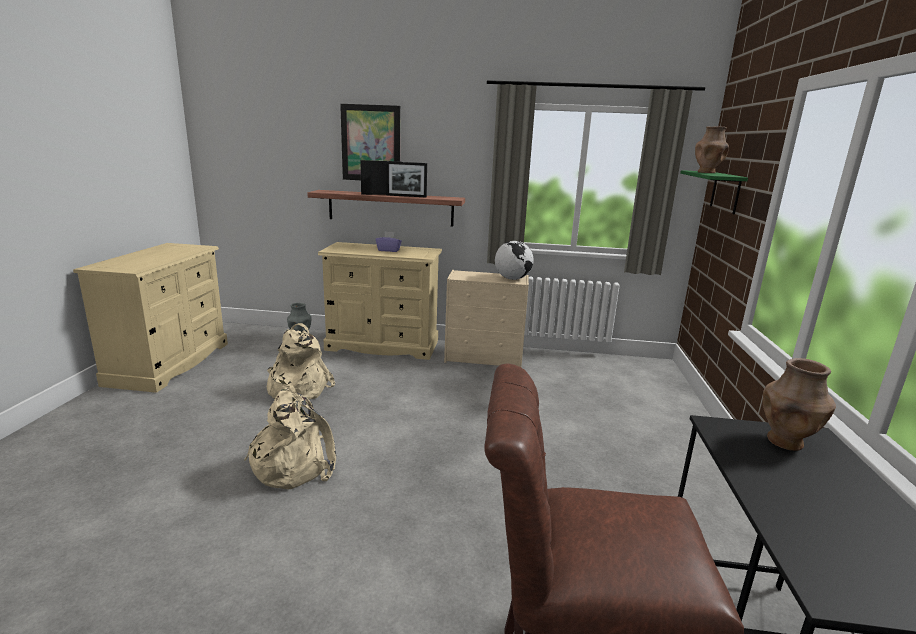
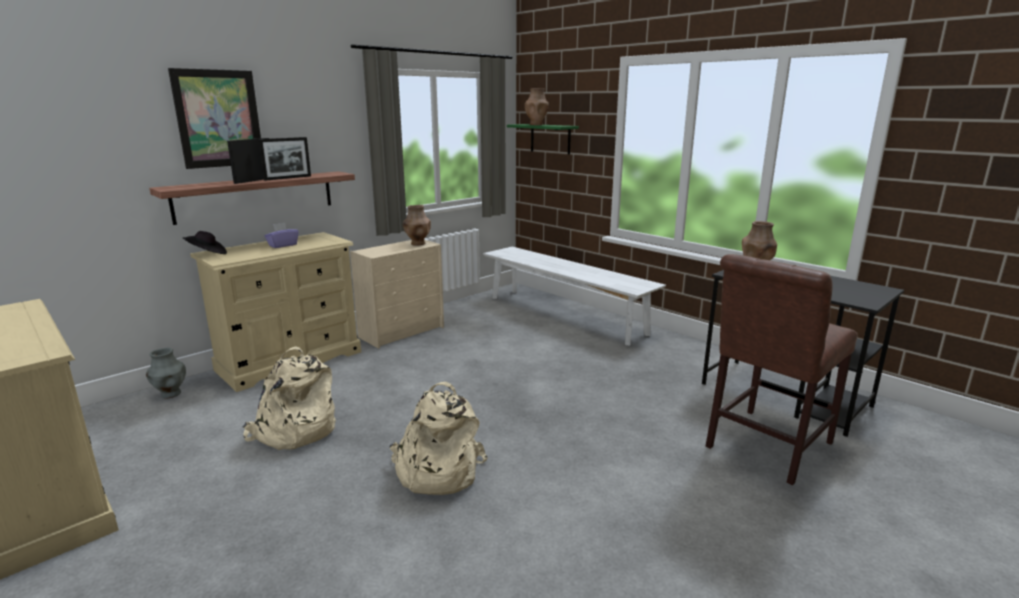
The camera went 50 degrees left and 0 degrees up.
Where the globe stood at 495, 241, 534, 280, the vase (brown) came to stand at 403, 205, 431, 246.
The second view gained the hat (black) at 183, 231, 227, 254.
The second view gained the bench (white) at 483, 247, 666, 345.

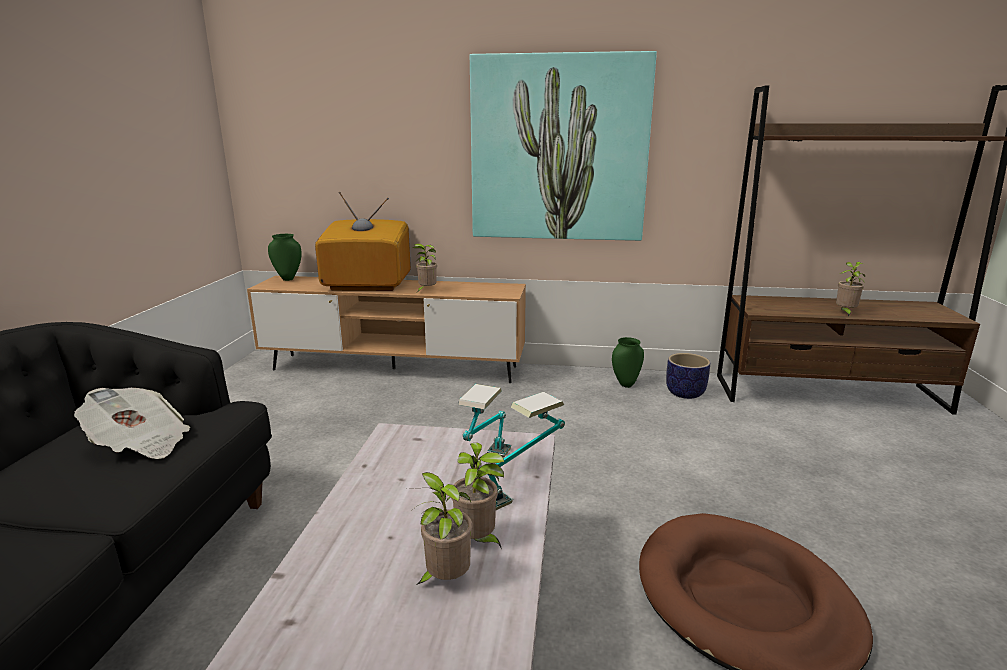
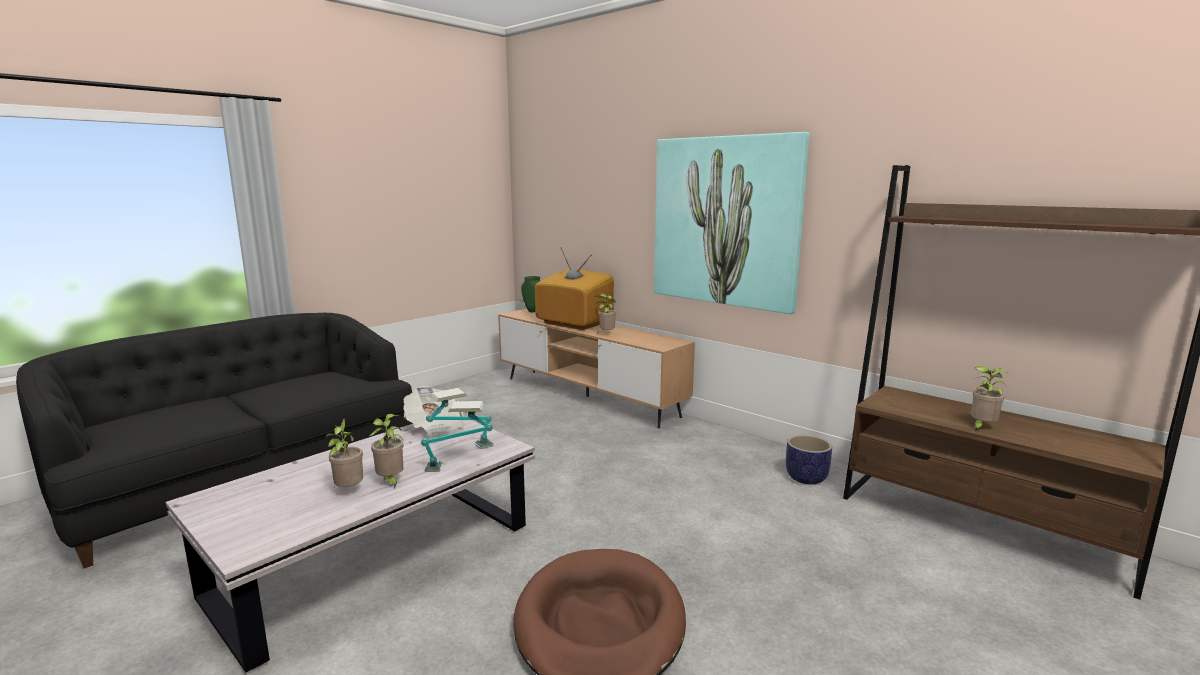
The camera went 35 degrees right and 5 degrees down.
The newspaper ended up elsewhere, having gone from 74, 388, 190, 459 to 403, 386, 465, 438.
The second view lost the vase (green) at 612, 337, 644, 388.

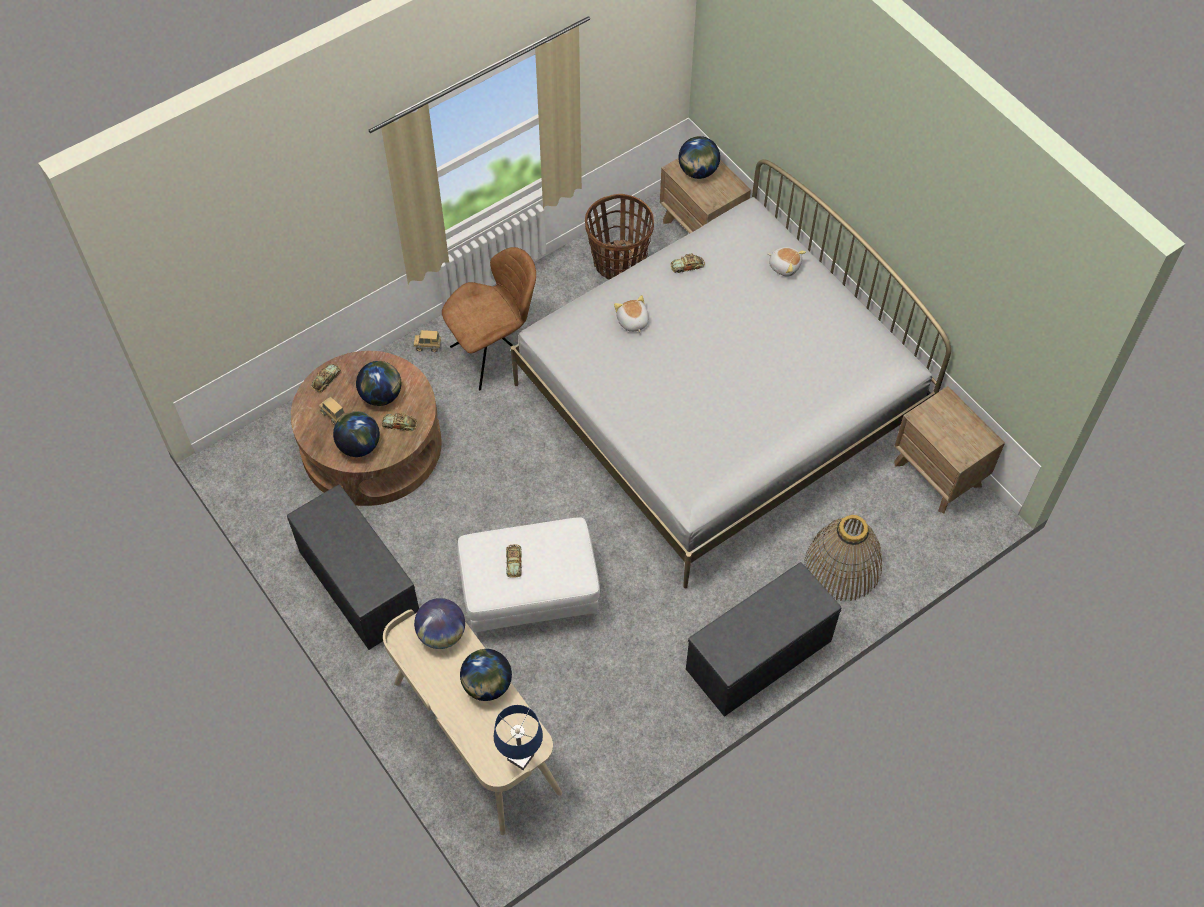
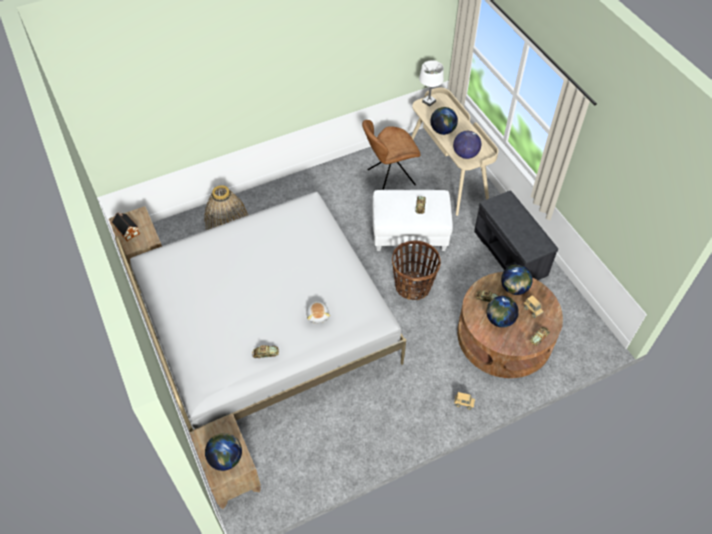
The camera went 170 degrees left and 5 degrees down.
The chair (brown) ended up elsewhere, having gone from 442, 247, 536, 390 to 362, 120, 421, 190.
What was the table lamp (blue) at 494, 705, 543, 770 turned into the table lamp (white) at 419, 60, 444, 107.
The basket ended up elsewhere, having gone from 585, 194, 654, 280 to 392, 240, 441, 300.
The second view lost the bench (grey) at 686, 562, 841, 717.
The second view lost the plush toy at 768, 247, 806, 277.
The second view gained the toy house at 112, 212, 140, 241.

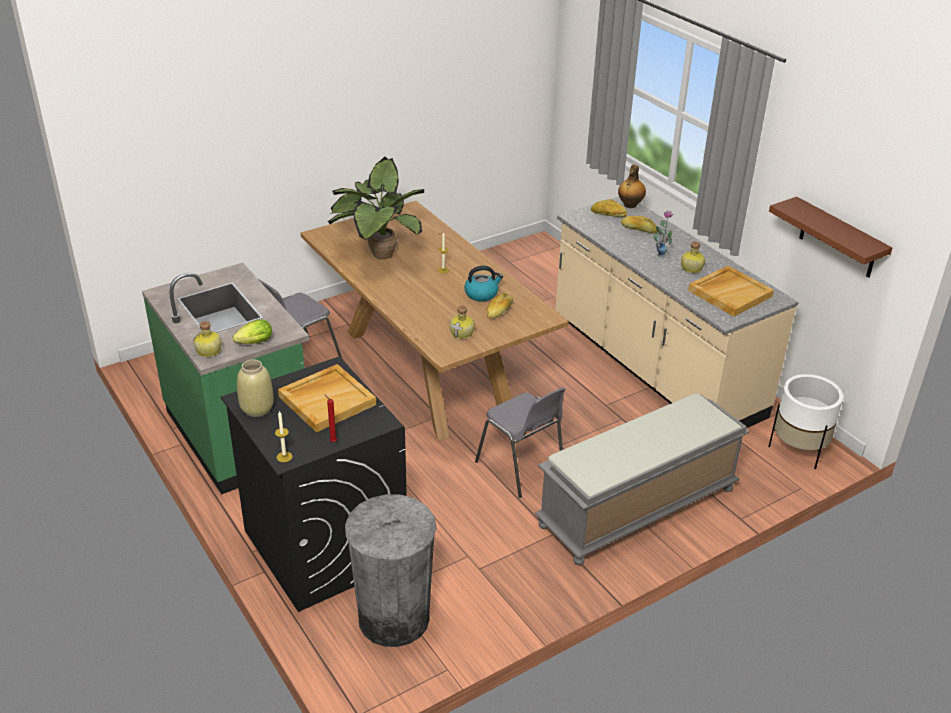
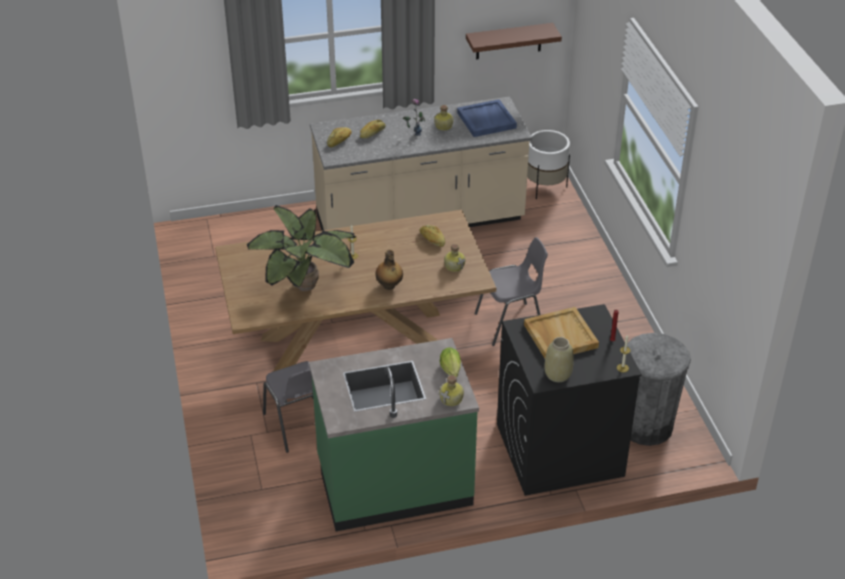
The camera went 70 degrees left and 5 degrees up.
The second view lost the kettle at 464, 266, 503, 301.
The second view lost the bench (grey) at 535, 393, 750, 565.
The bottle ended up elsewhere, having gone from 618, 164, 646, 208 to 376, 250, 403, 290.
What was the tray (beige) at 688, 266, 774, 317 turned into the tray (blue) at 457, 99, 517, 137.

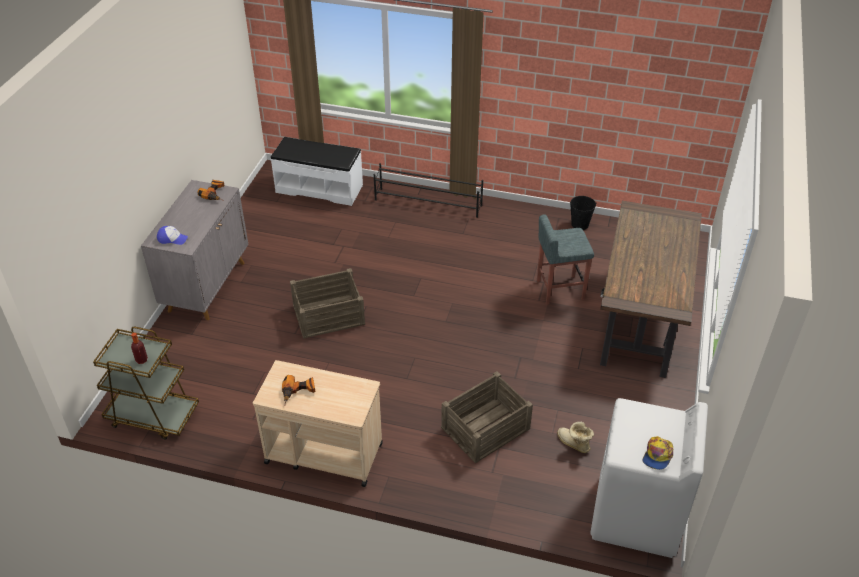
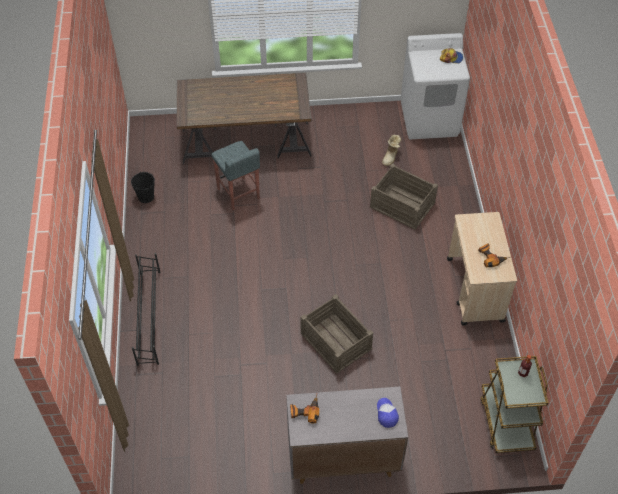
The camera went 110 degrees left and 10 degrees up.
The second view lost the bench (white) at 270, 137, 363, 206.

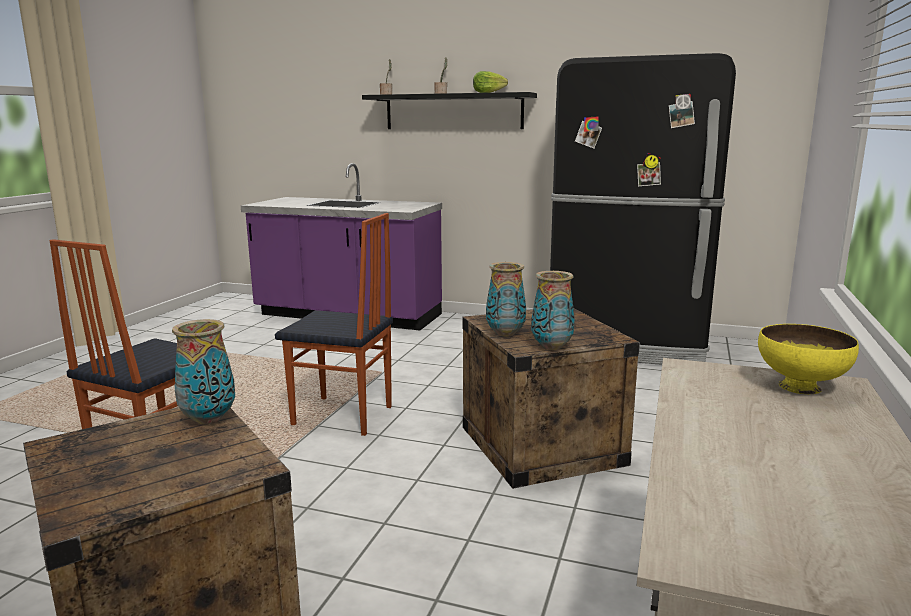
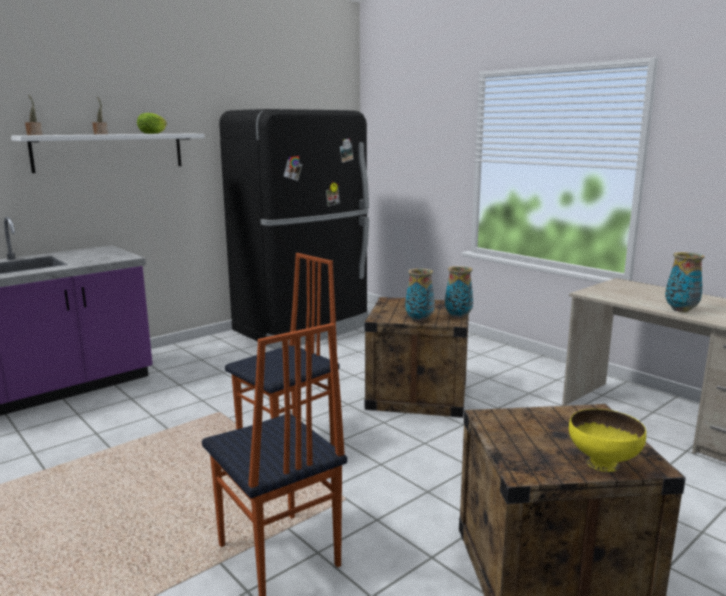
The camera went 60 degrees left and 0 degrees up.
The vase ended up elsewhere, having gone from 172, 319, 235, 424 to 665, 252, 705, 312.
What was the shelf (black) at 362, 92, 537, 129 turned into the shelf (white) at 11, 134, 205, 173.
The bowl (yellow) ended up elsewhere, having gone from 758, 324, 859, 394 to 569, 409, 646, 472.

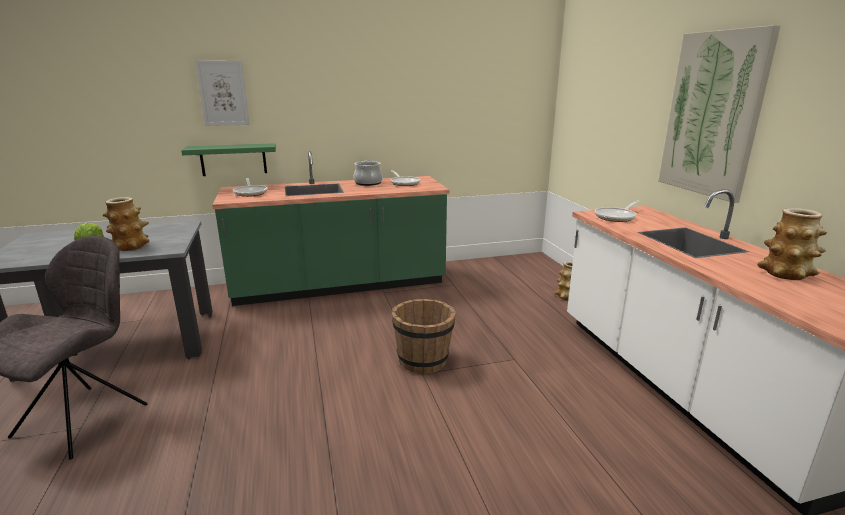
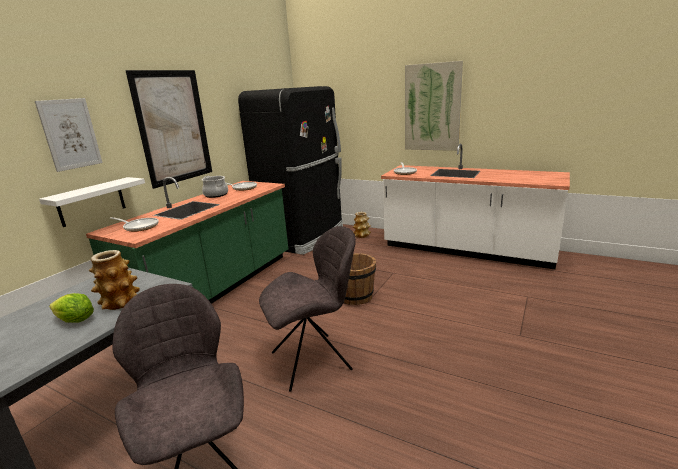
The camera went 45 degrees left and 0 degrees up.
What was the shelf (green) at 181, 143, 276, 176 turned into the shelf (white) at 39, 177, 145, 227.
The second view lost the vase at 757, 208, 827, 280.
The second view gained the picture at 125, 70, 212, 189.
The second view gained the fridge (black) at 238, 86, 343, 255.
The second view gained the chair (grey) at 259, 226, 356, 392.

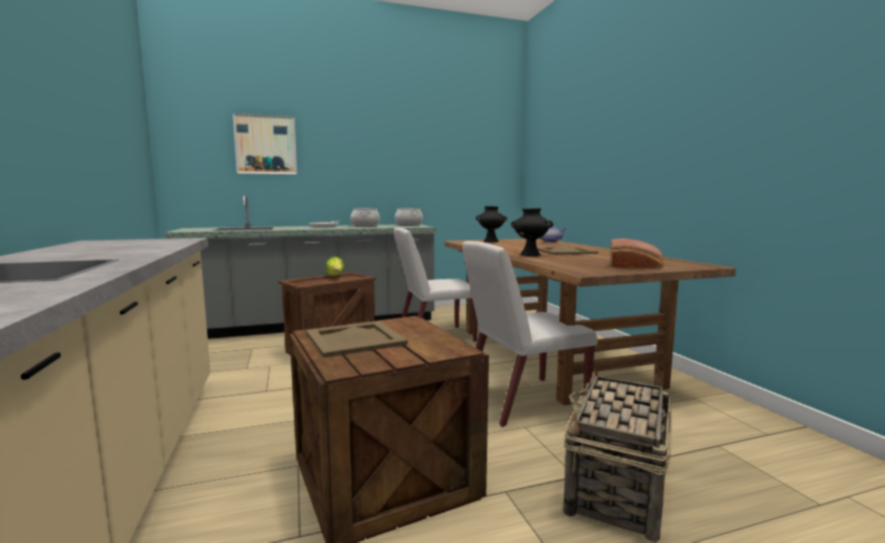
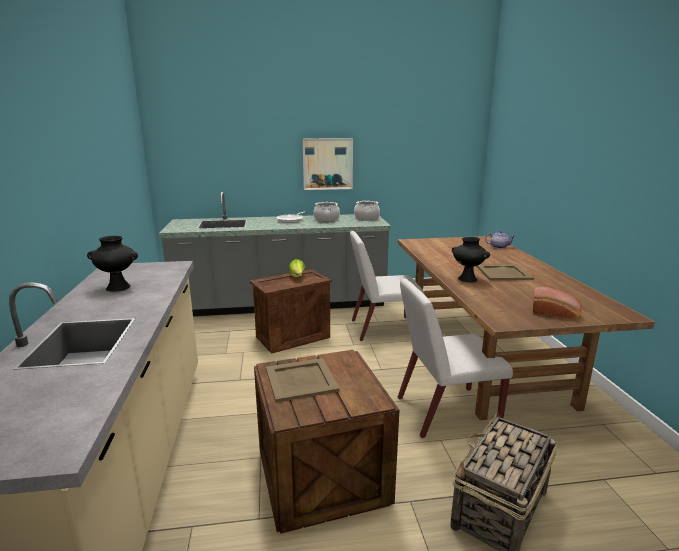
The camera went 10 degrees right and 10 degrees up.
The picture ended up elsewhere, having gone from 233, 113, 297, 175 to 302, 138, 353, 190.
The vase (black) ended up elsewhere, having gone from 476, 206, 507, 242 to 87, 236, 138, 292.

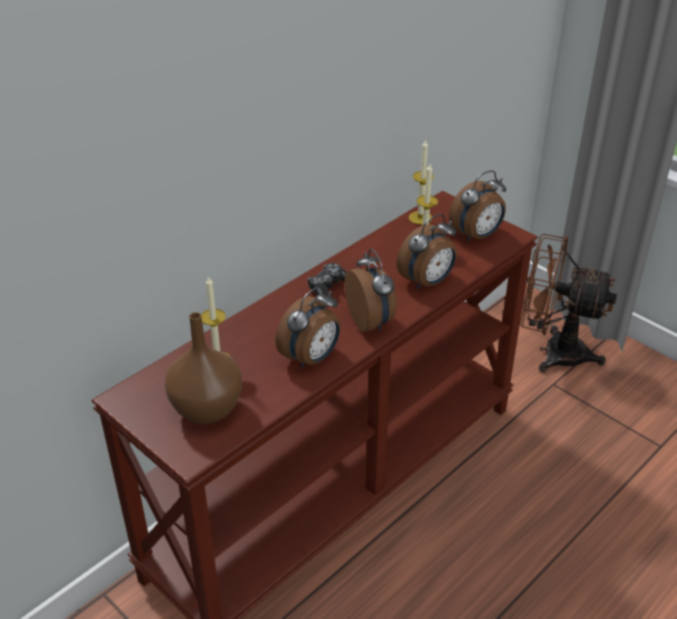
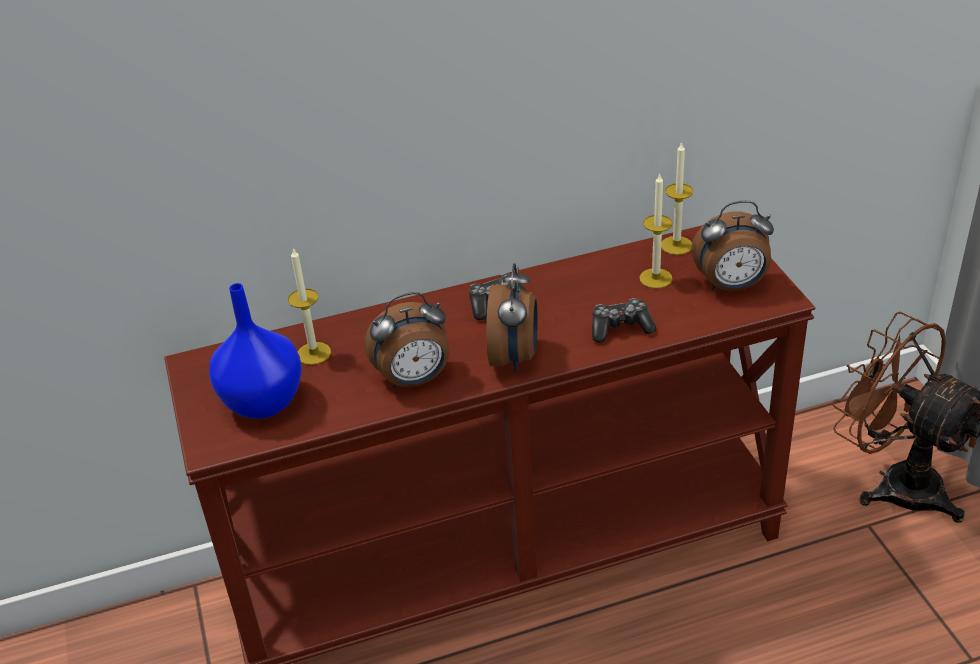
The camera went 30 degrees right and 0 degrees up.
What was the vase (brown) at 165, 312, 242, 424 turned into the vase (blue) at 209, 283, 302, 419.
Where the alarm clock stood at 396, 214, 457, 290, the game controller came to stand at 592, 299, 656, 343.

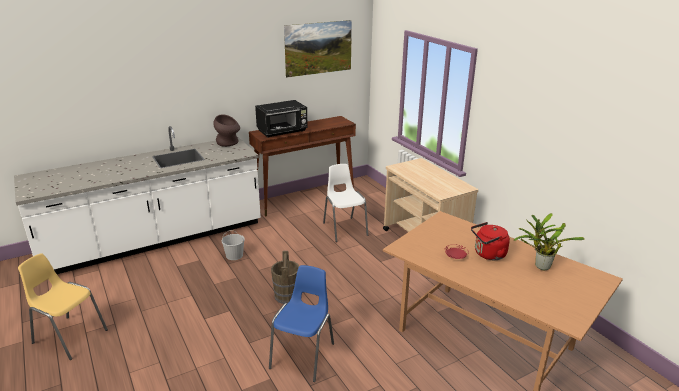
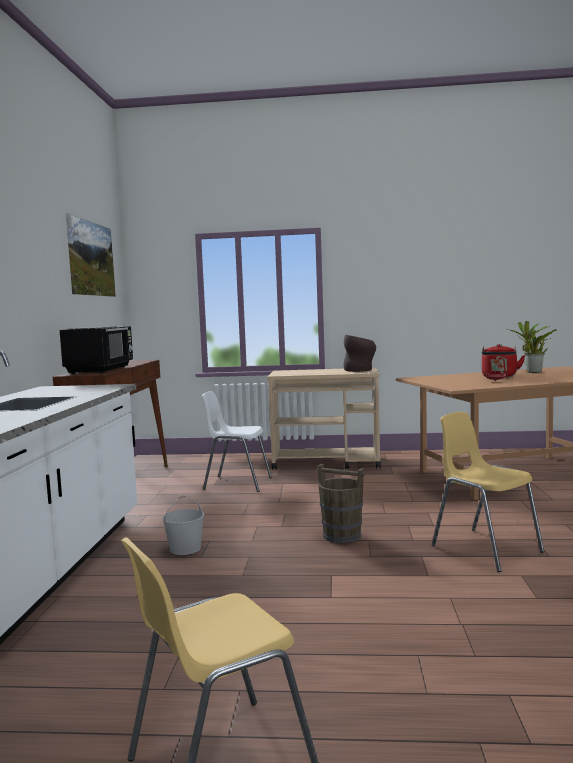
The camera went 55 degrees left and 20 degrees down.
The vase (brown) ended up elsewhere, having gone from 213, 114, 240, 147 to 344, 335, 376, 372.
What was the chair (blue) at 269, 265, 334, 382 turned into the chair (yellow) at 432, 412, 544, 572.

